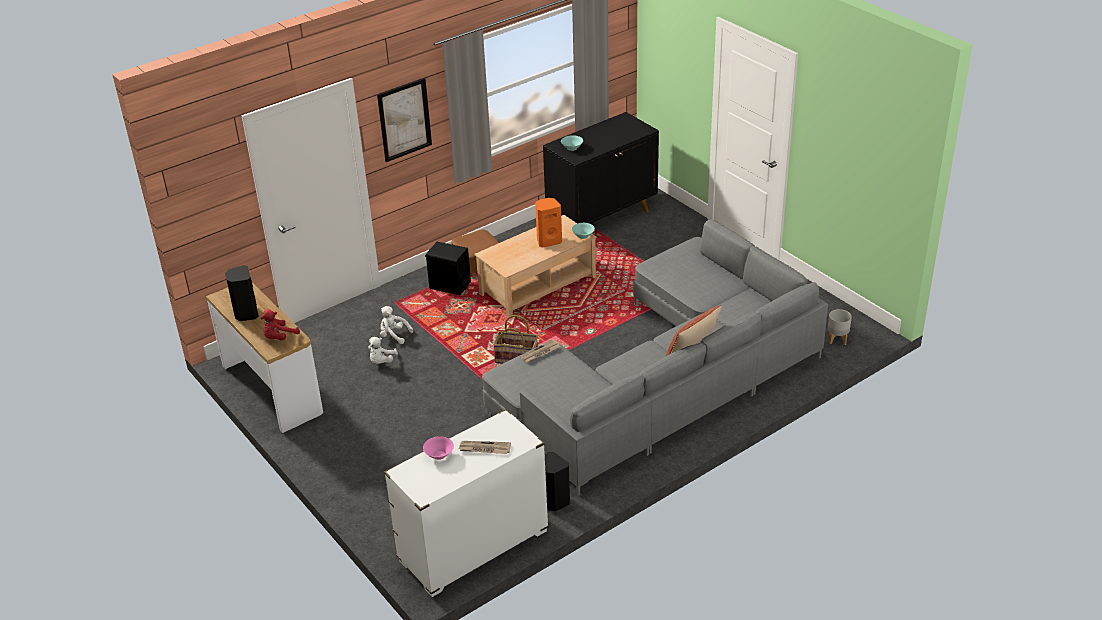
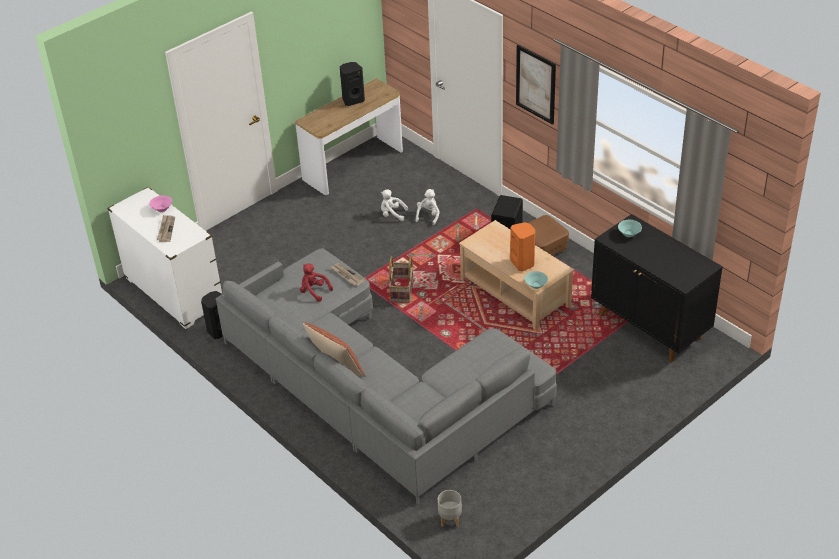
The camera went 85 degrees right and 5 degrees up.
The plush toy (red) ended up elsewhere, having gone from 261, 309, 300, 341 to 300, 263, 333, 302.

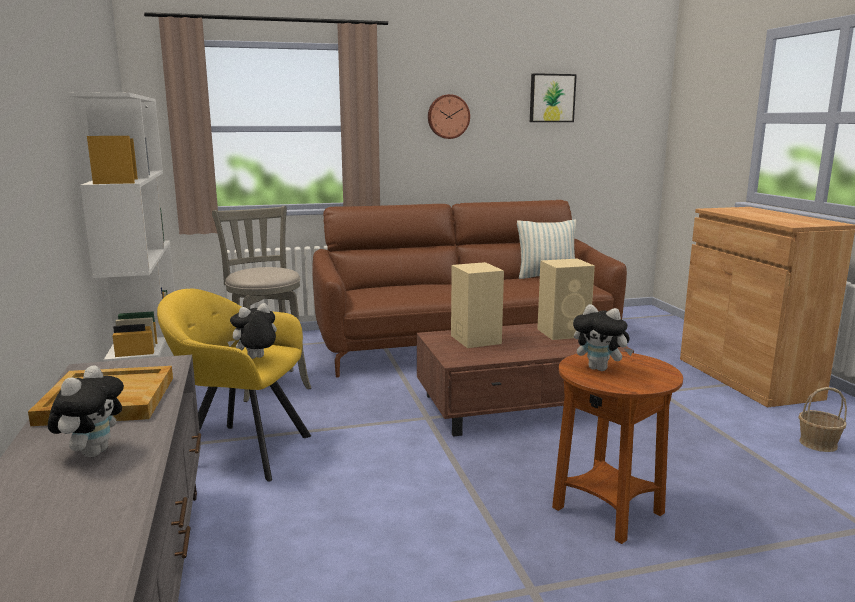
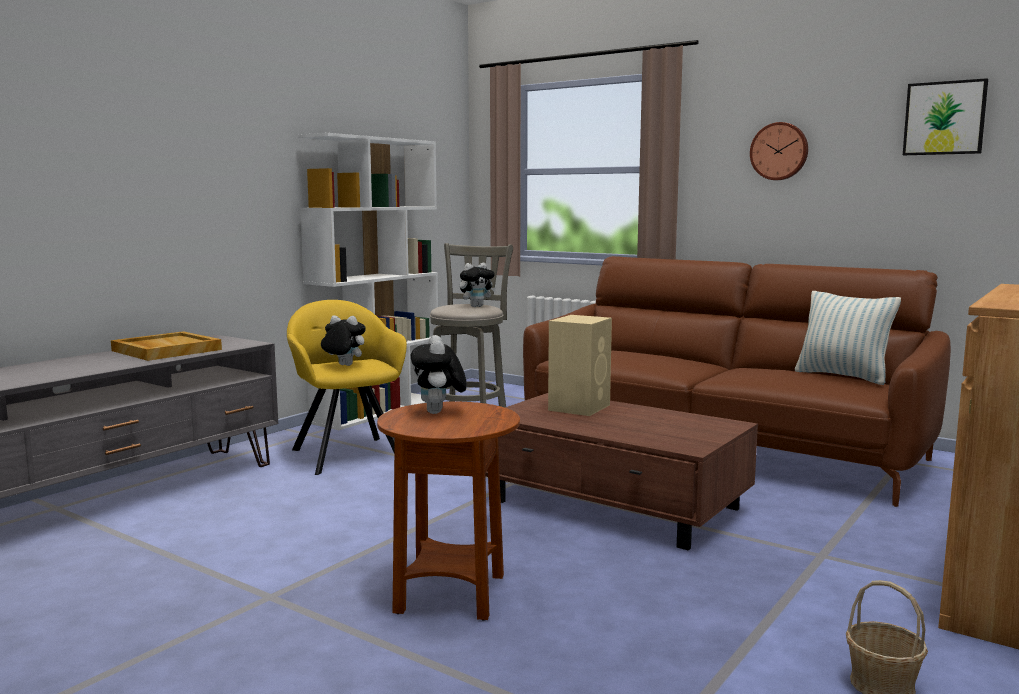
The camera went 50 degrees right and 5 degrees down.
The plush toy ended up elsewhere, having gone from 48, 365, 124, 457 to 459, 263, 496, 307.
The second view lost the speaker (beige) at 537, 259, 595, 340.

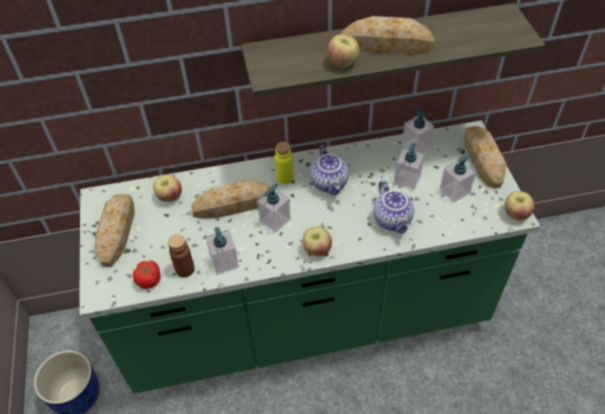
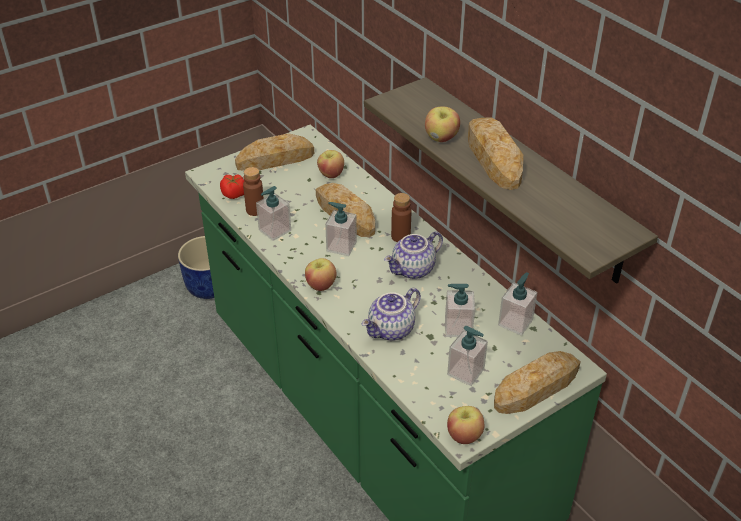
The camera went 65 degrees right and 10 degrees down.
What was the bottle (yellow) at 275, 142, 294, 184 turned into the bottle (brown) at 391, 193, 411, 242.

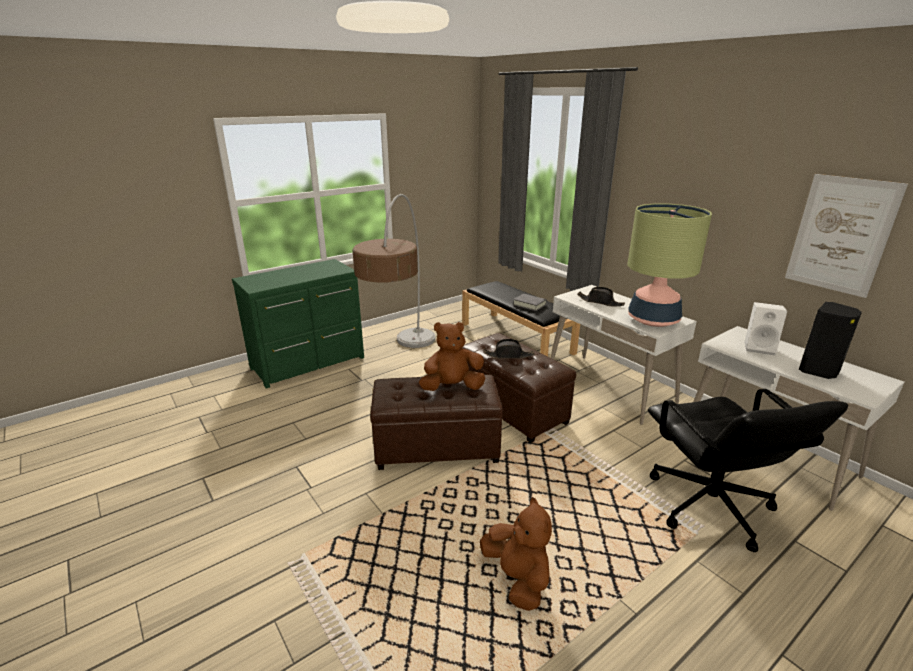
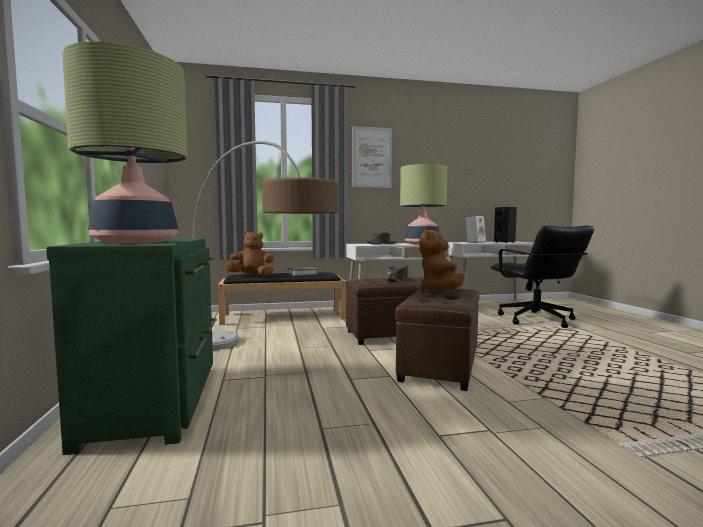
The camera went 65 degrees left and 20 degrees down.
The plush toy (brown) ended up elsewhere, having gone from 480, 497, 552, 611 to 225, 231, 274, 276.
The office chair (black) at 648, 389, 848, 552 ended up facing another way, 60 degrees clockwise from before.
The picture ended up elsewhere, having gone from 785, 174, 908, 298 to 352, 126, 392, 188.
The second view gained the table lamp at 62, 41, 187, 243.

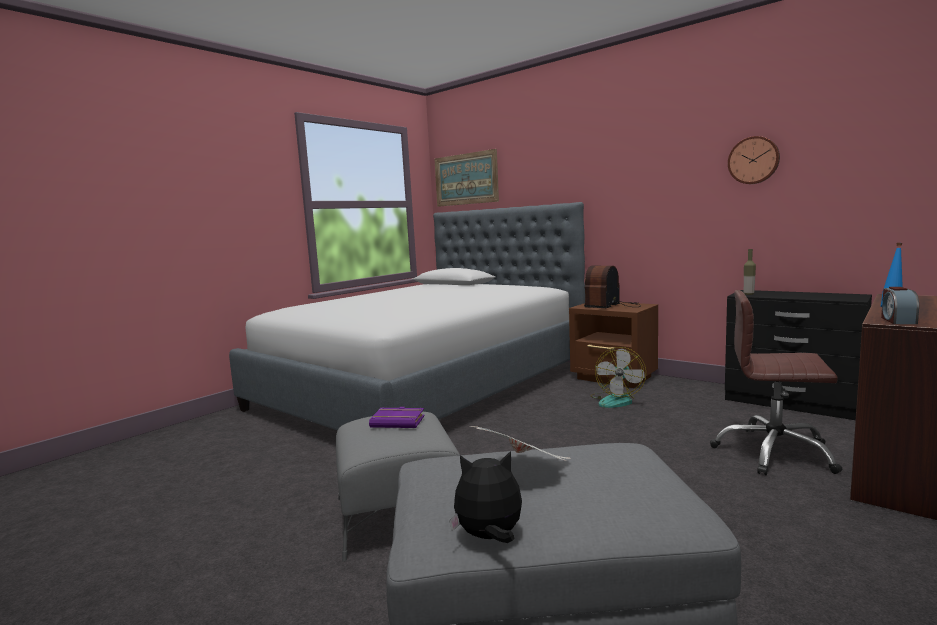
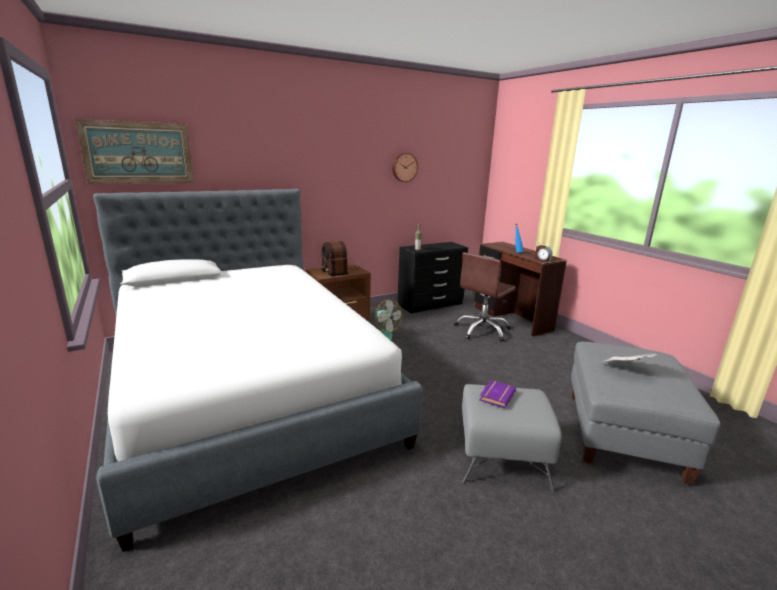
The camera went 70 degrees left and 10 degrees up.
The second view lost the plush toy at 449, 451, 522, 543.

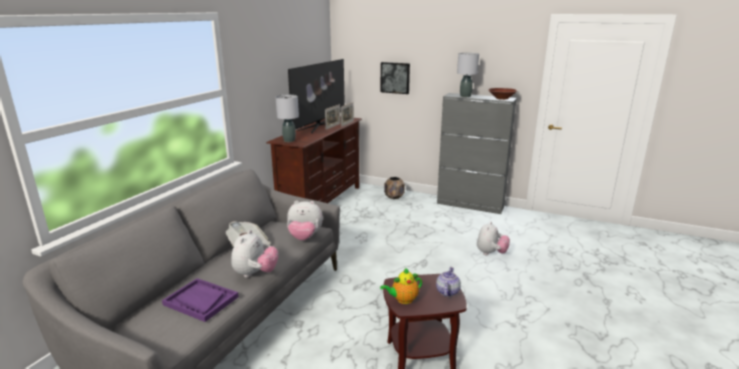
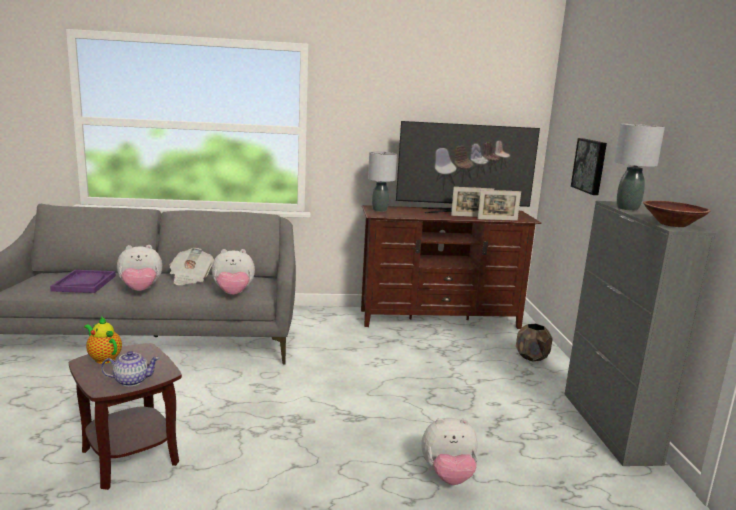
The camera went 60 degrees right and 5 degrees down.
The plush toy at 287, 201, 323, 240 ended up facing another way, 75 degrees counterclockwise from before.

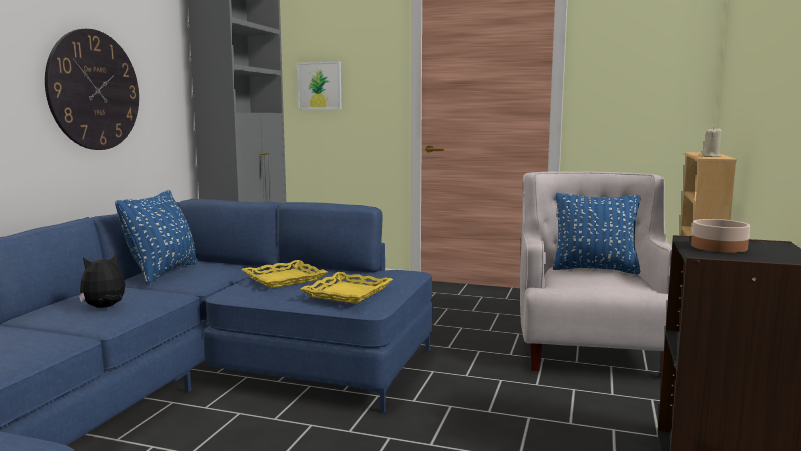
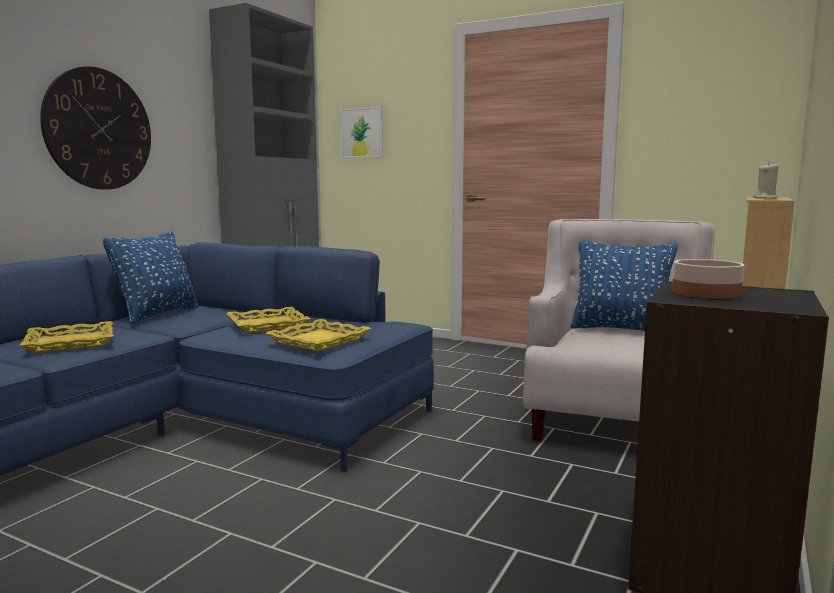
The camera went 10 degrees right and 0 degrees up.
Where the plush toy stood at 79, 254, 125, 308, the tray (yellow) came to stand at 20, 321, 114, 353.

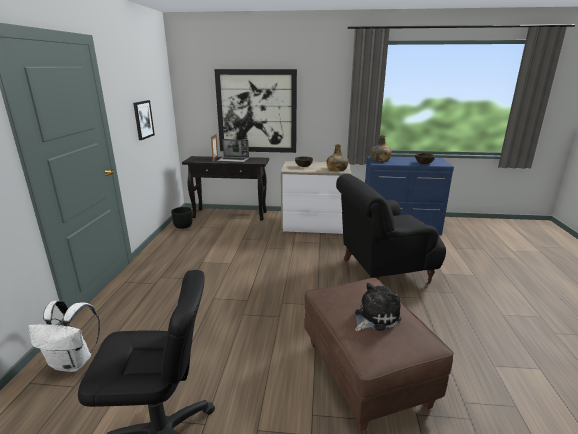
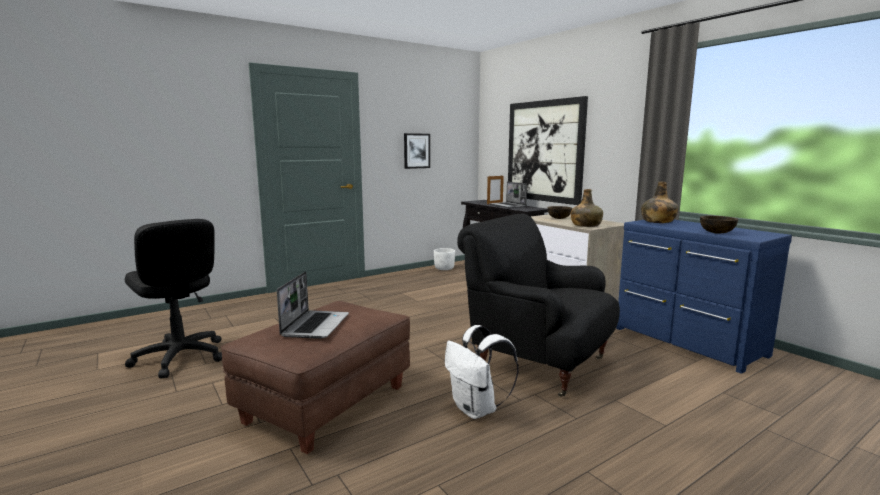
The camera went 50 degrees right and 10 degrees down.
The backpack (white) ended up elsewhere, having gone from 28, 301, 100, 372 to 445, 325, 519, 419.
What was the planter (black) at 171, 207, 192, 229 turned into the planter (white) at 434, 248, 455, 270.
Where the plush toy stood at 355, 283, 401, 331, the laptop came to stand at 277, 271, 349, 339.

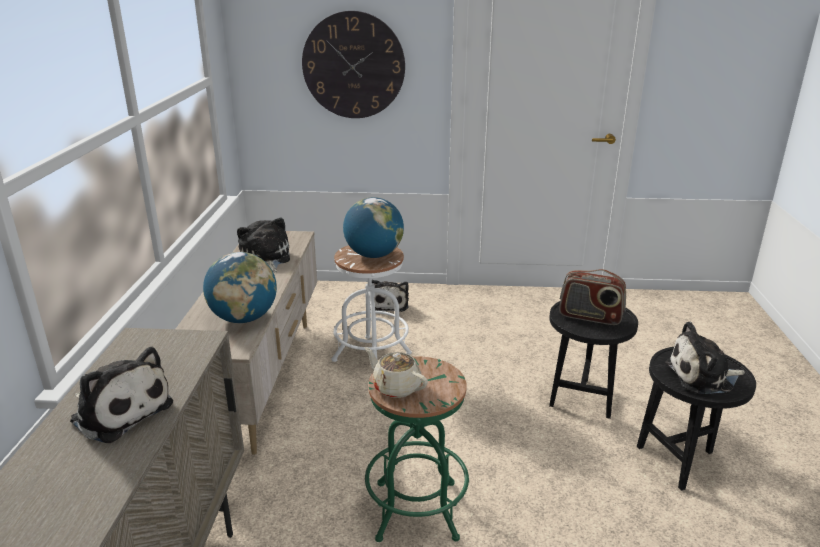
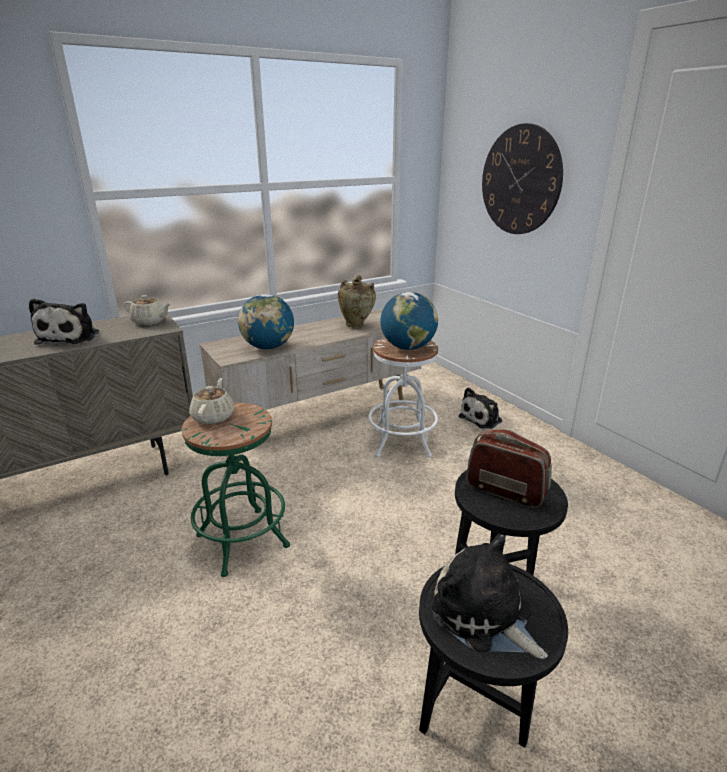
The camera went 55 degrees right and 0 degrees up.
Where the plush toy stood at 237, 218, 290, 273, the vase (beige) came to stand at 337, 275, 376, 328.
The radio at 559, 269, 626, 325 ended up facing another way, 135 degrees clockwise from before.
The second view gained the teapot (beige) at 124, 295, 171, 325.

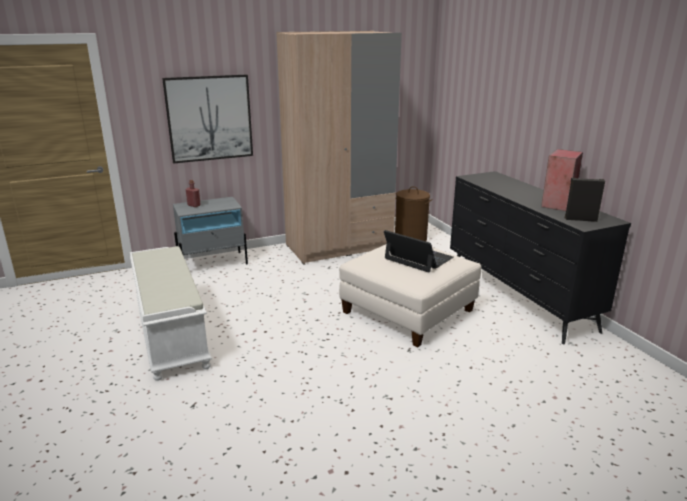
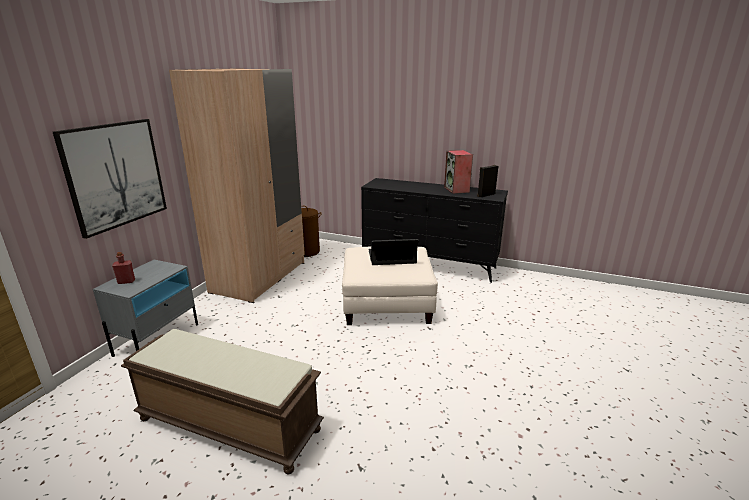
The camera went 45 degrees left and 0 degrees up.
What was the bench (white) at 130, 246, 212, 381 turned into the bench (brown) at 121, 329, 324, 474.

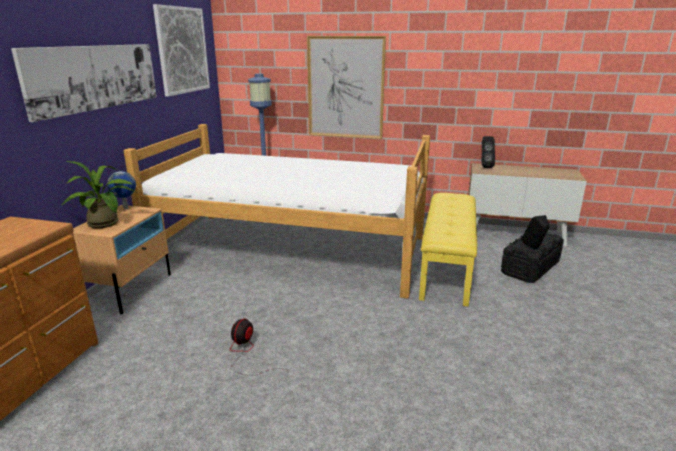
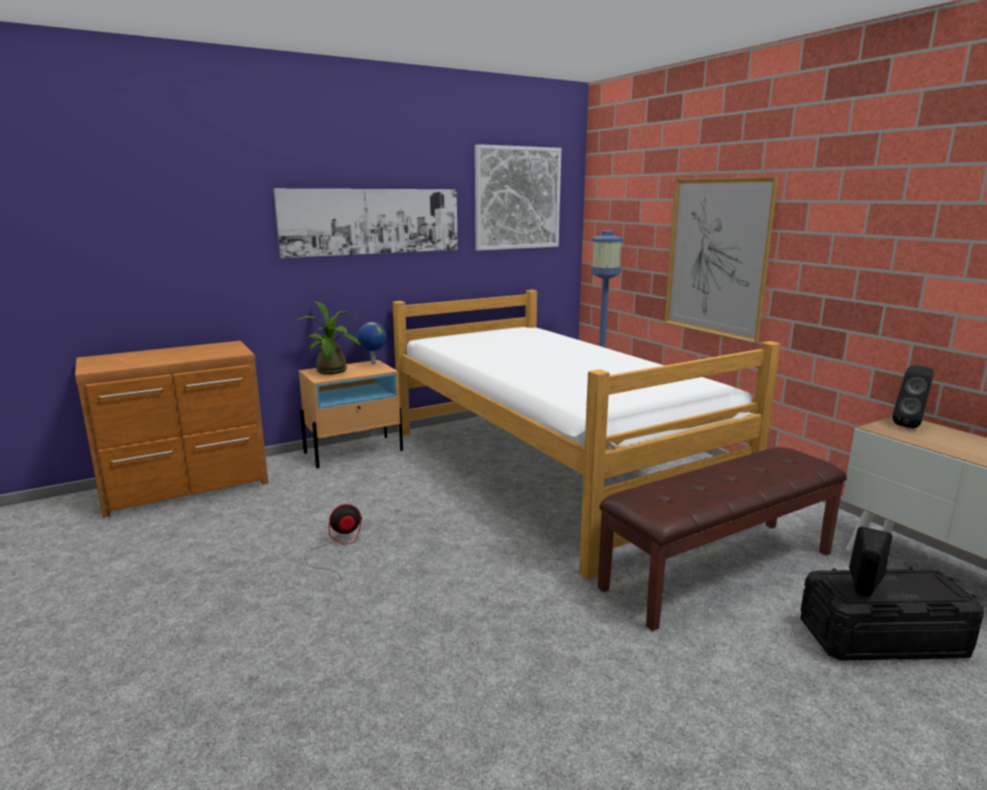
The camera went 45 degrees right and 5 degrees down.
What was the bench (yellow) at 419, 193, 477, 307 turned into the bench (brown) at 598, 447, 847, 631.

